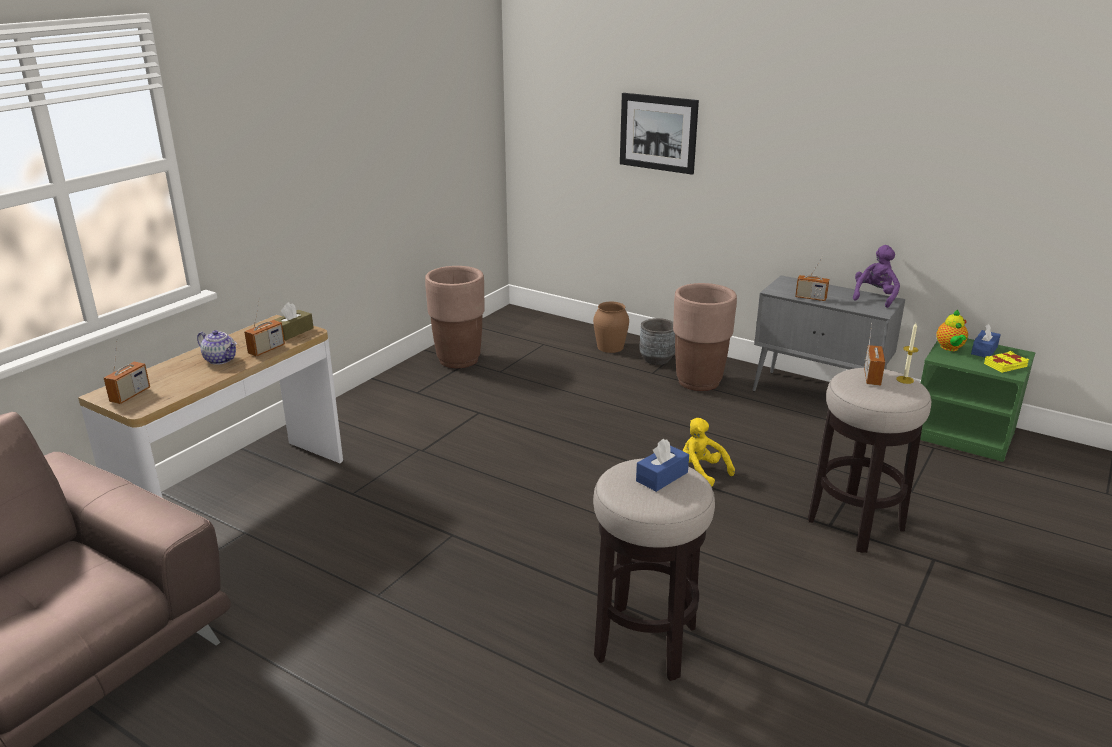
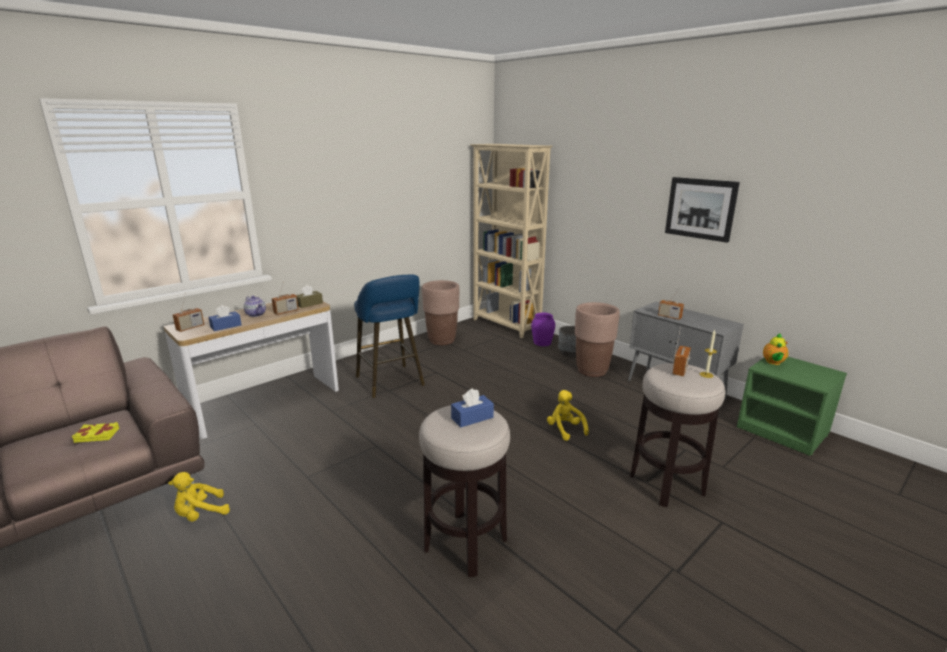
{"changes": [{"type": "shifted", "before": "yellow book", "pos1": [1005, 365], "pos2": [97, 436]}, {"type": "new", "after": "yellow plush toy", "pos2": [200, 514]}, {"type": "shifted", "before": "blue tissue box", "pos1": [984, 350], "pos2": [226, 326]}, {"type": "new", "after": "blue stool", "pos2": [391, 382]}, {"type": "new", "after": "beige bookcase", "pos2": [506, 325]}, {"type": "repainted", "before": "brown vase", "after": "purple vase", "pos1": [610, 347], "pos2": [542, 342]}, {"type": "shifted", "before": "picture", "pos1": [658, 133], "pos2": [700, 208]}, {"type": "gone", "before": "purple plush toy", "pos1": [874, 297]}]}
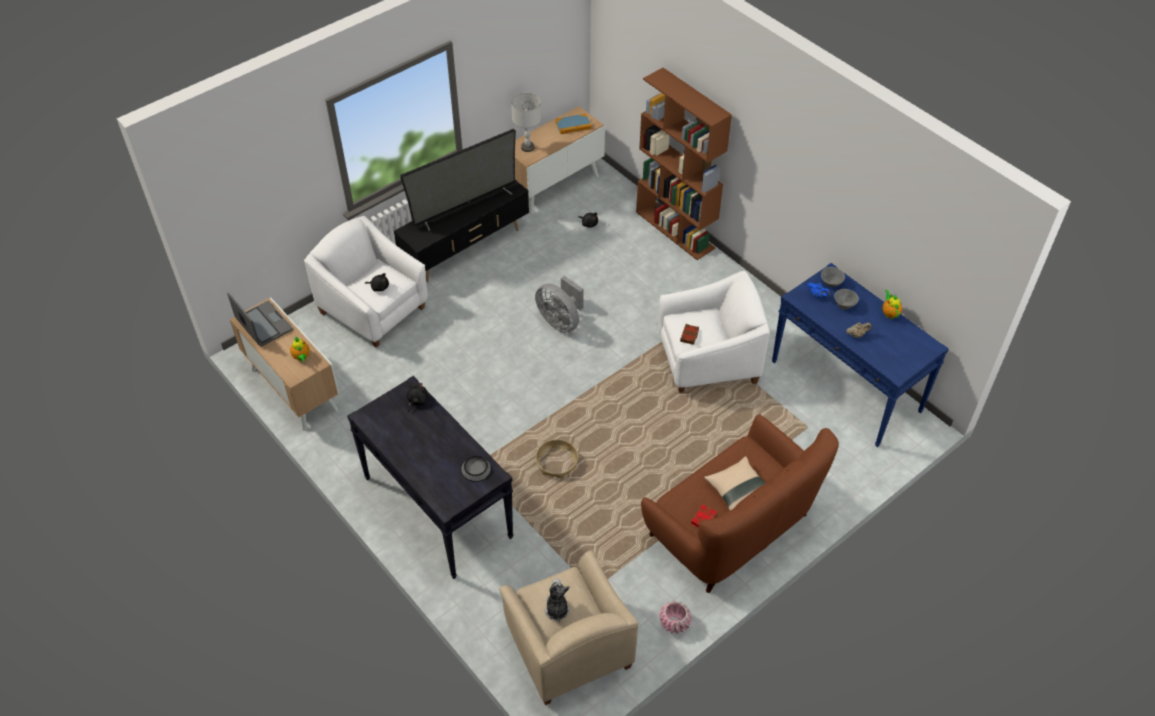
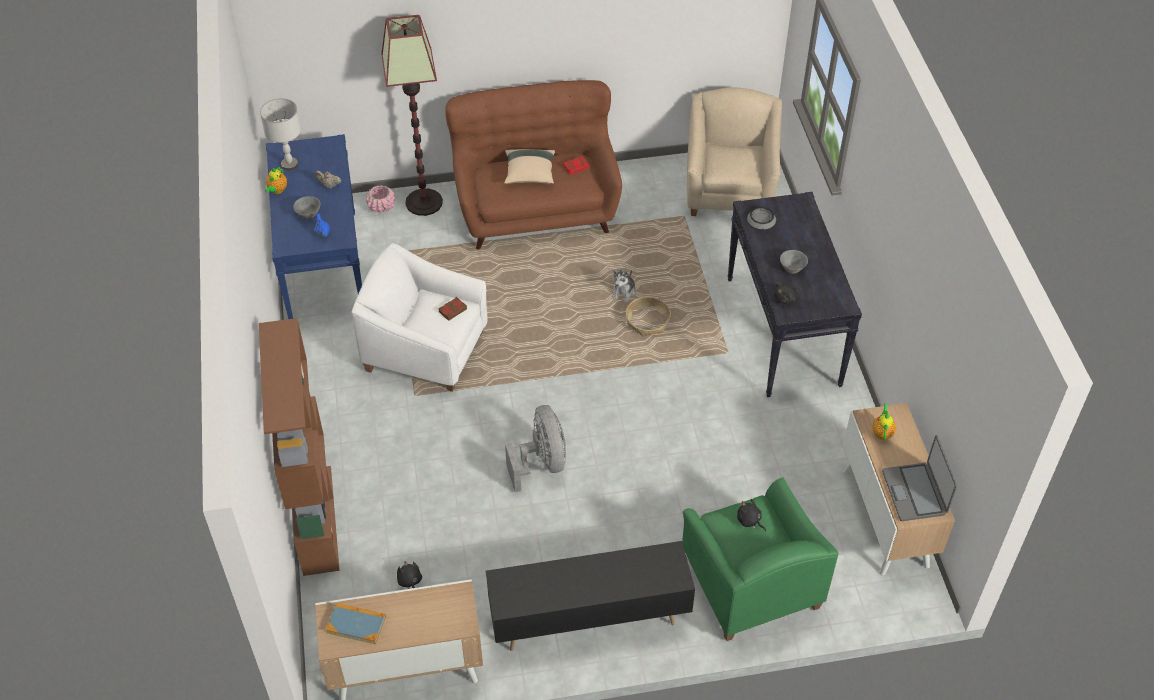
{"changes": [{"type": "shifted", "before": "grey table lamp", "pos1": [527, 147], "pos2": [289, 165]}, {"type": "shifted", "before": "pink planter", "pos1": [674, 623], "pos2": [381, 206]}, {"type": "new", "after": "floor lamp", "pos2": [424, 202]}, {"type": "shifted", "before": "plush toy", "pos1": [557, 609], "pos2": [624, 292]}, {"type": "repainted", "before": "white armchair", "after": "green armchair", "pos1": [374, 309], "pos2": [750, 582]}, {"type": "shifted", "before": "grey bowl", "pos1": [830, 283], "pos2": [793, 268]}, {"type": "gone", "before": "television", "pos1": [464, 206]}]}
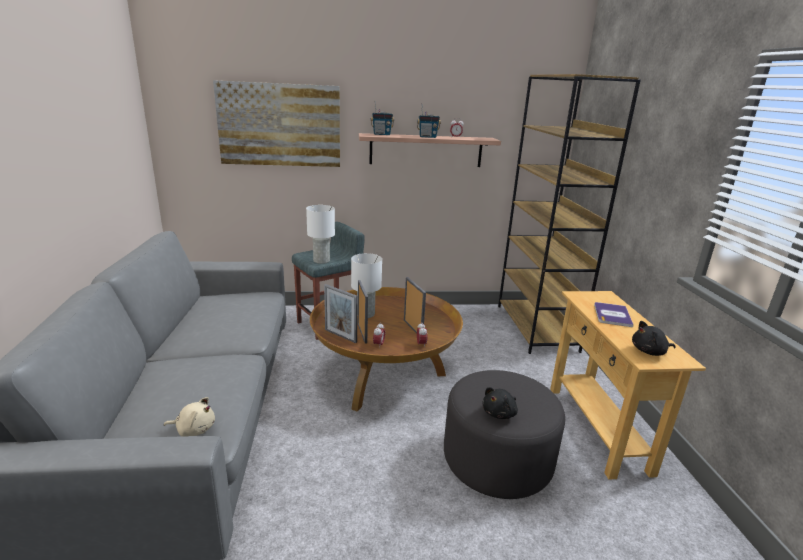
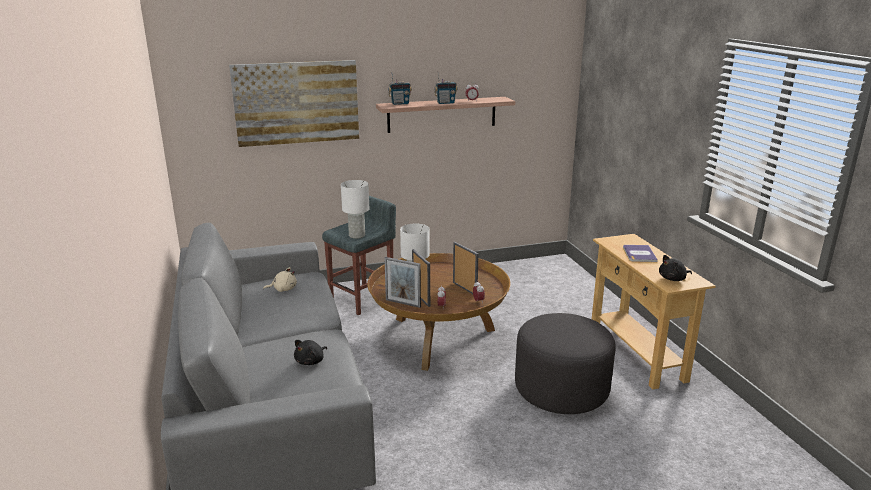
{"changes": [{"type": "shifted", "before": "beige plush toy", "pos1": [194, 429], "pos2": [283, 289]}, {"type": "shifted", "before": "black plush toy", "pos1": [500, 413], "pos2": [311, 361]}, {"type": "gone", "before": "brown bookcase", "pos1": [536, 328]}]}
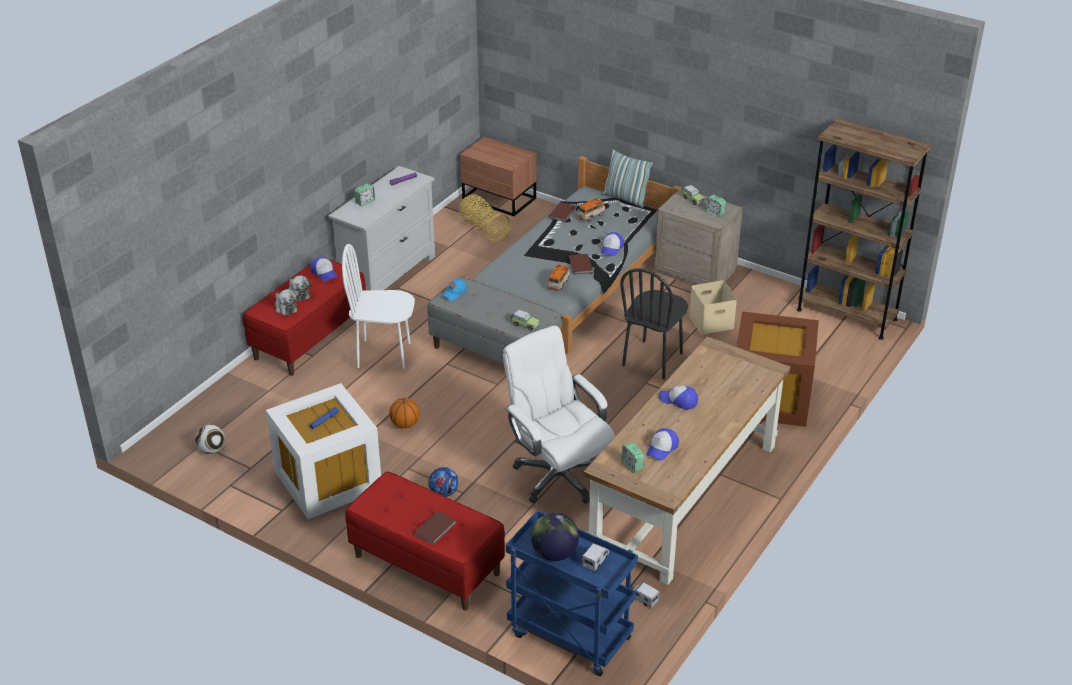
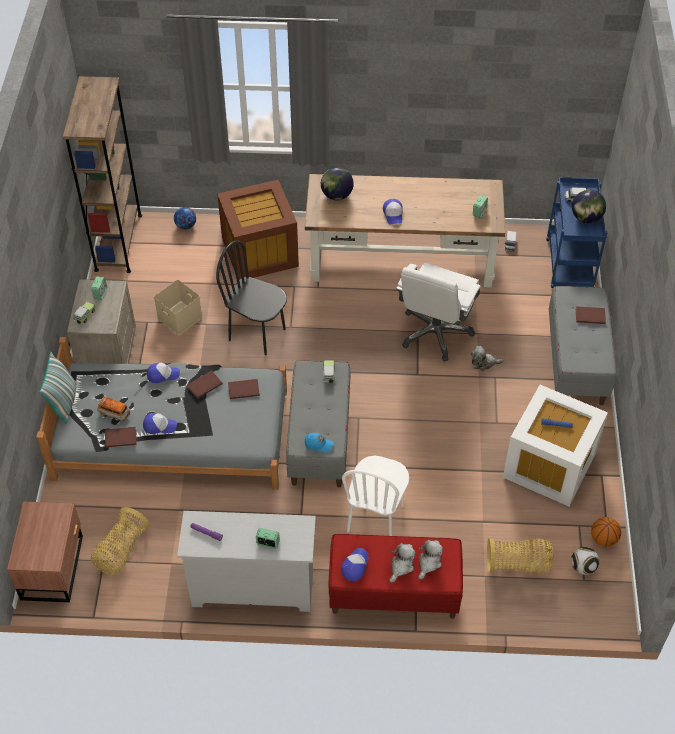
{"changes": [{"type": "shifted", "before": "cap", "pos1": [662, 448], "pos2": [159, 426]}, {"type": "shifted", "before": "football", "pos1": [444, 493], "pos2": [186, 226]}, {"type": "rotated", "before": "black chair", "pos1": [653, 359], "pos2": [257, 334], "turn": -150}, {"type": "swapped", "before": "toy car", "after": "brown book", "pos1": [558, 284], "pos2": [243, 389]}, {"type": "new", "after": "globe", "pos2": [336, 195]}, {"type": "rotated", "before": "white chair", "pos1": [384, 354], "pos2": [376, 518], "turn": 45}, {"type": "new", "after": "plush toy", "pos2": [484, 363]}, {"type": "new", "after": "basket", "pos2": [518, 564]}, {"type": "repainted", "before": "red bench", "after": "grey bench", "pos1": [426, 565], "pos2": [576, 362]}, {"type": "shifted", "before": "basketball", "pos1": [405, 424], "pos2": [603, 539]}]}
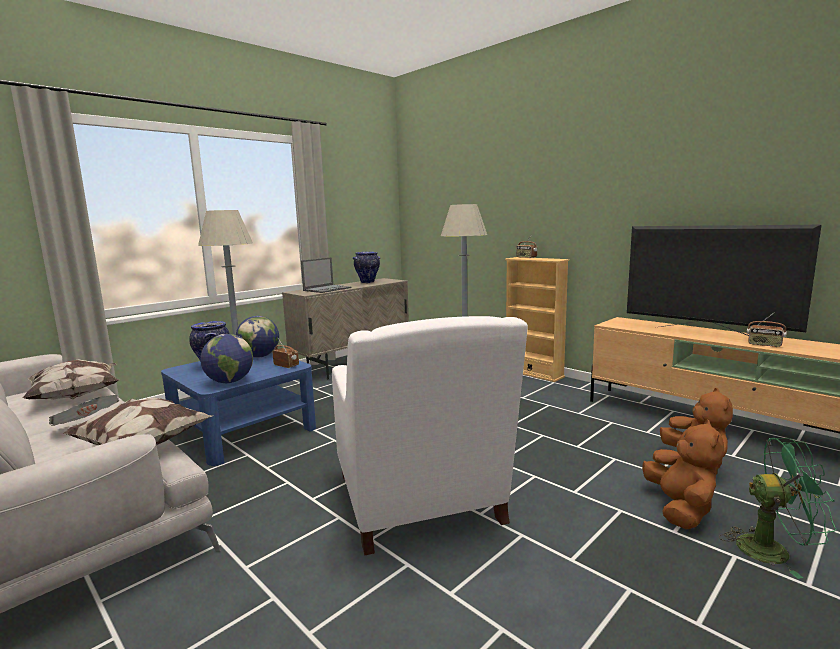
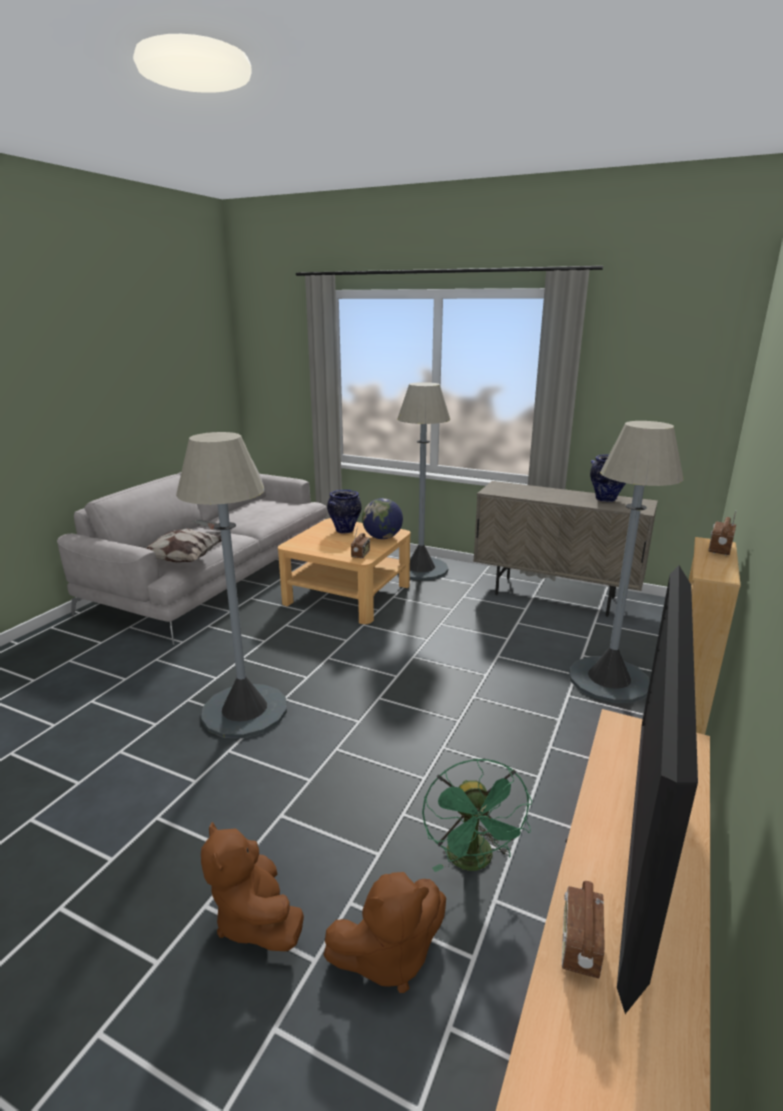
{"changes": [{"type": "swapped", "before": "white armchair", "after": "grey floor lamp", "pos1": [419, 501], "pos2": [244, 711]}, {"type": "rotated", "before": "brown plush toy", "pos1": [680, 509], "pos2": [255, 918], "turn": 75}, {"type": "repainted", "before": "blue coffee table", "after": "beige coffee table", "pos1": [242, 430], "pos2": [347, 593]}, {"type": "shifted", "before": "green fan", "pos1": [773, 550], "pos2": [474, 861]}, {"type": "gone", "before": "pillow", "pos1": [77, 395]}, {"type": "gone", "before": "globe", "pos1": [229, 382]}, {"type": "gone", "before": "laptop", "pos1": [327, 289]}]}
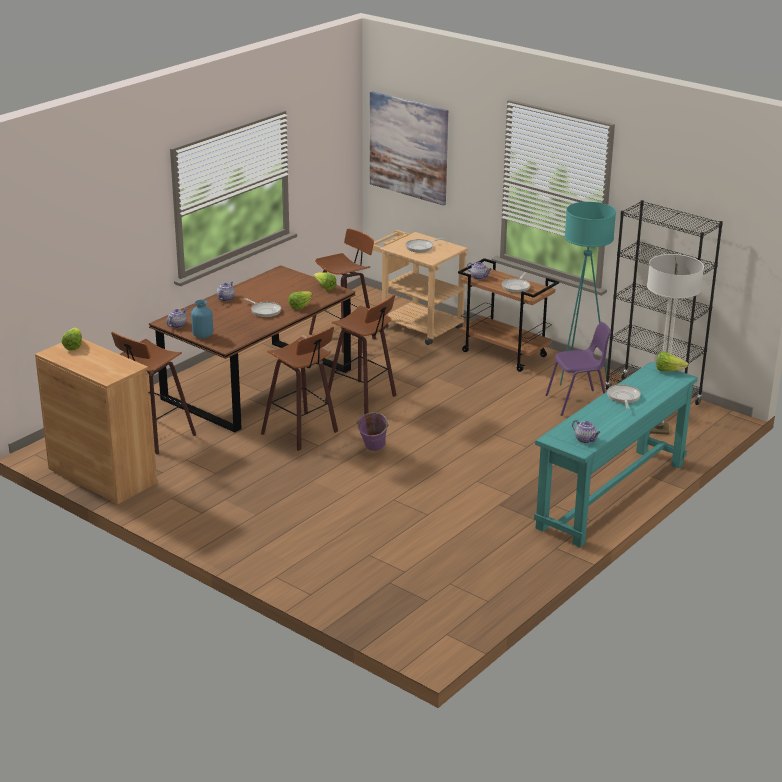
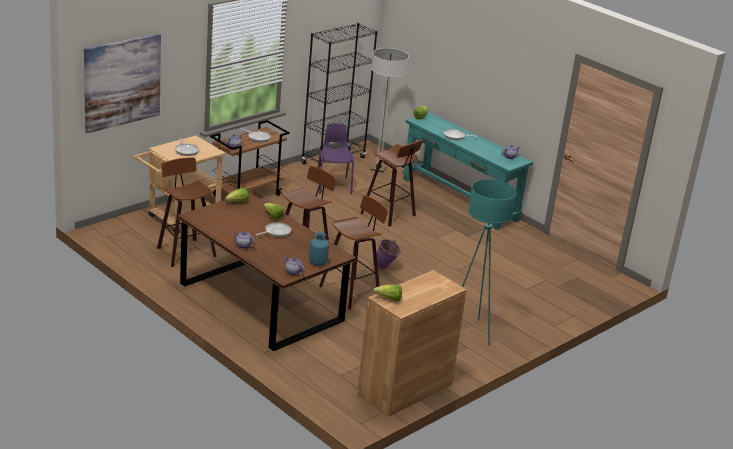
{"changes": [{"type": "shifted", "before": "stool", "pos1": [154, 437], "pos2": [390, 214]}, {"type": "shifted", "before": "turquoise floor lamp", "pos1": [578, 376], "pos2": [471, 332]}]}
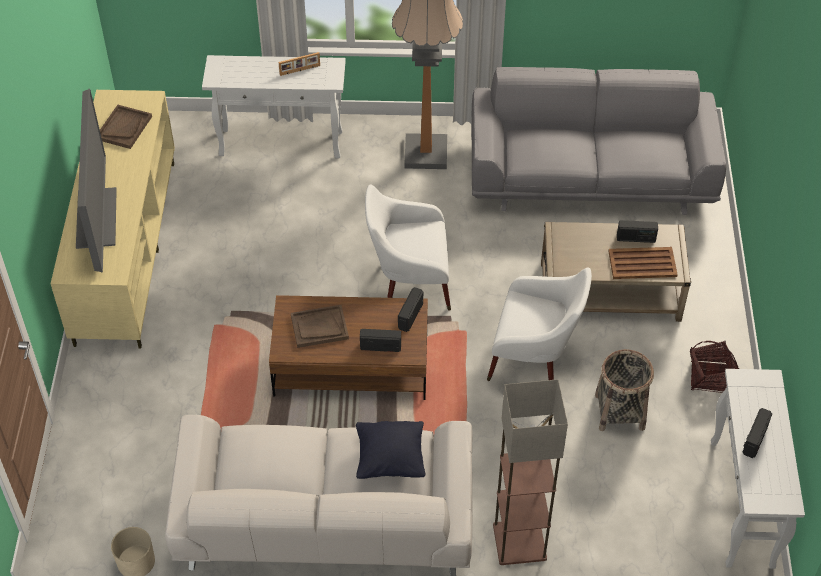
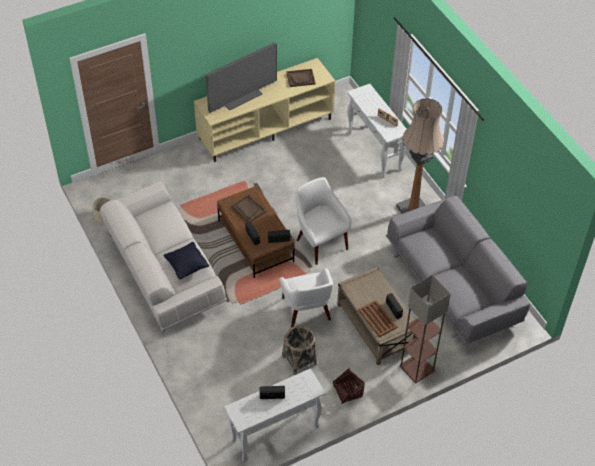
{"changes": [{"type": "shifted", "before": "floor lamp", "pos1": [519, 543], "pos2": [416, 368]}]}
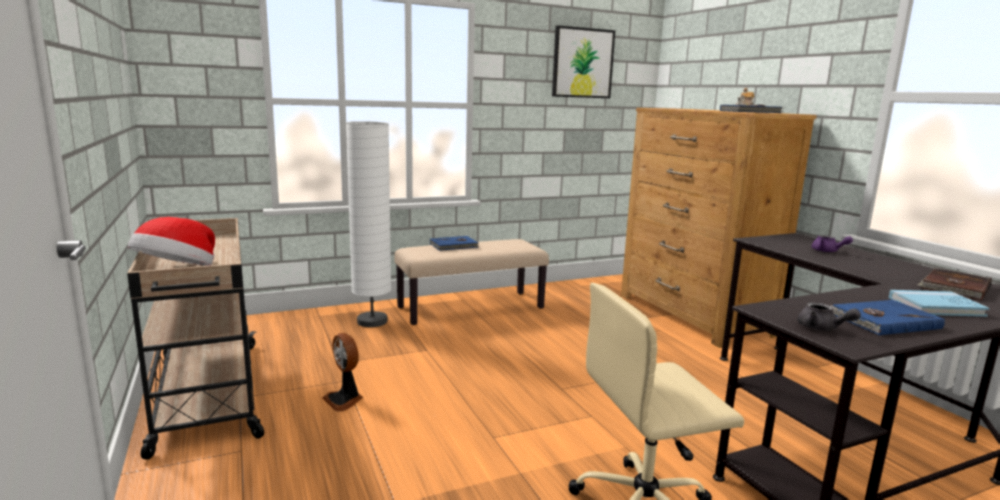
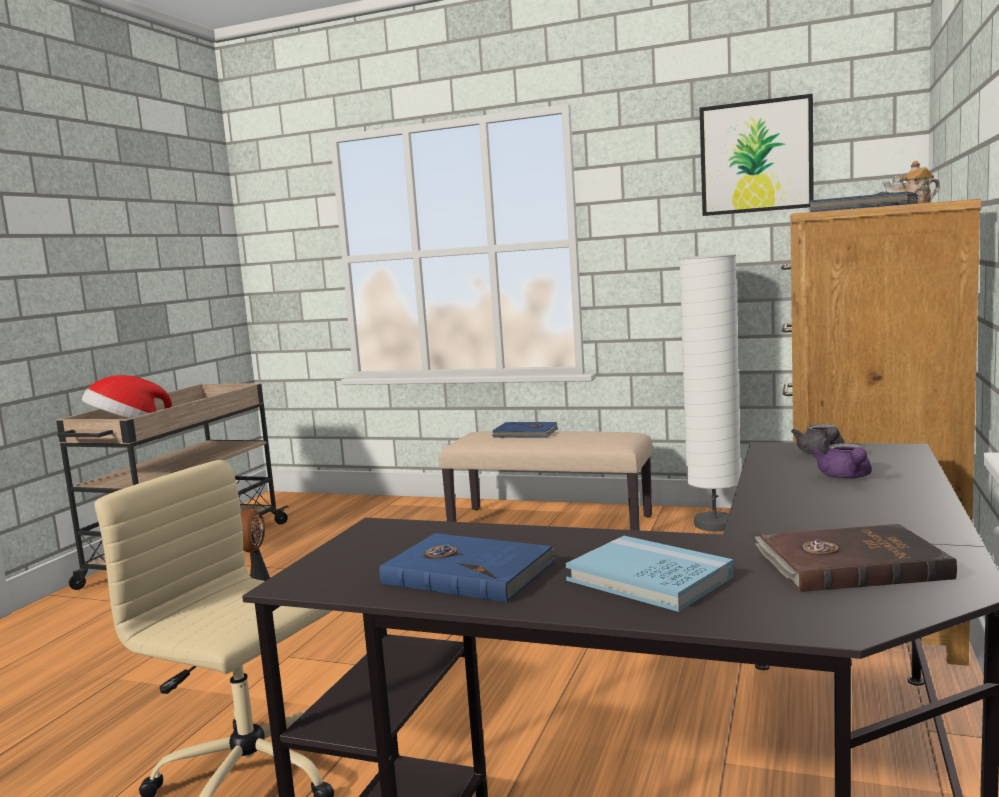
{"changes": [{"type": "shifted", "before": "white floor lamp", "pos1": [372, 321], "pos2": [714, 524]}, {"type": "shifted", "before": "grey teapot", "pos1": [822, 328], "pos2": [822, 454]}]}
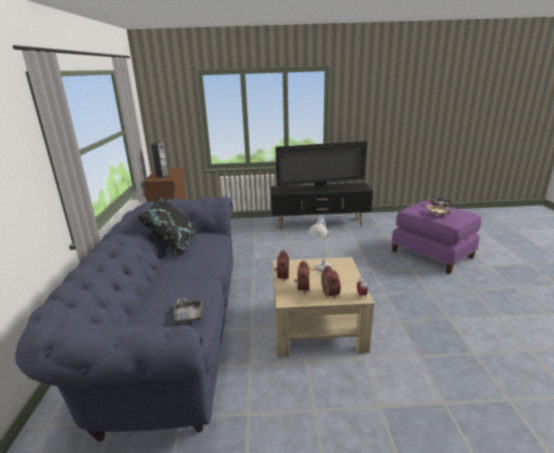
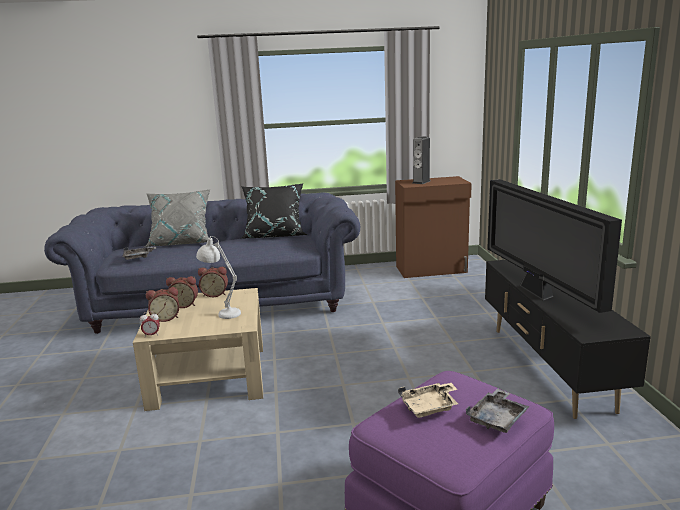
{"changes": [{"type": "new", "after": "grey pillow", "pos2": [181, 242]}]}
